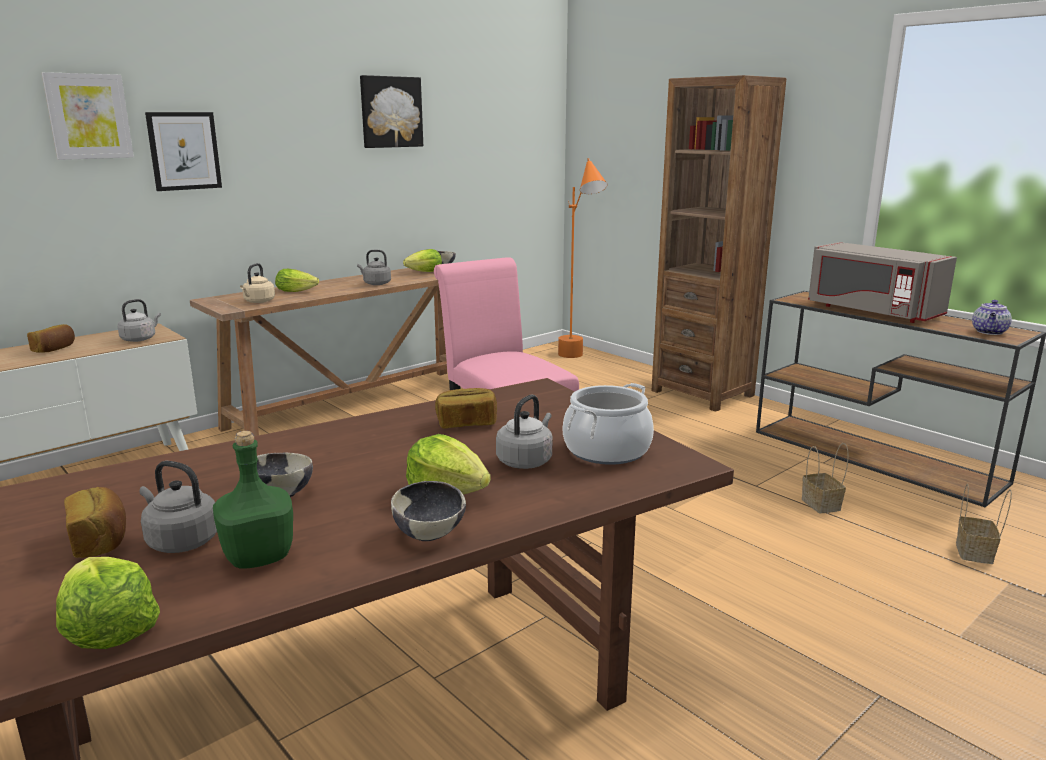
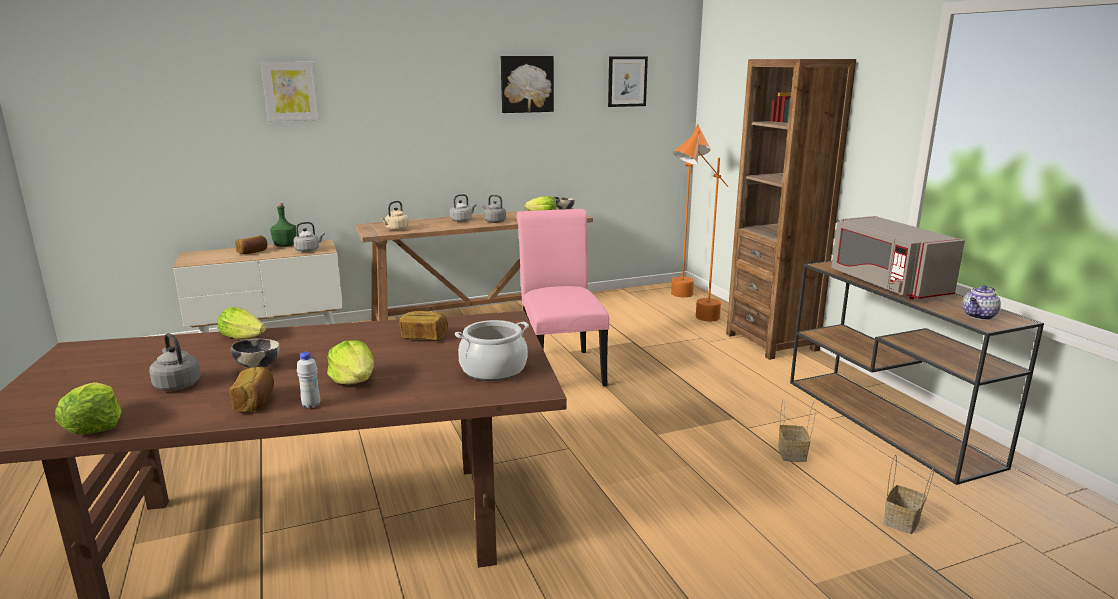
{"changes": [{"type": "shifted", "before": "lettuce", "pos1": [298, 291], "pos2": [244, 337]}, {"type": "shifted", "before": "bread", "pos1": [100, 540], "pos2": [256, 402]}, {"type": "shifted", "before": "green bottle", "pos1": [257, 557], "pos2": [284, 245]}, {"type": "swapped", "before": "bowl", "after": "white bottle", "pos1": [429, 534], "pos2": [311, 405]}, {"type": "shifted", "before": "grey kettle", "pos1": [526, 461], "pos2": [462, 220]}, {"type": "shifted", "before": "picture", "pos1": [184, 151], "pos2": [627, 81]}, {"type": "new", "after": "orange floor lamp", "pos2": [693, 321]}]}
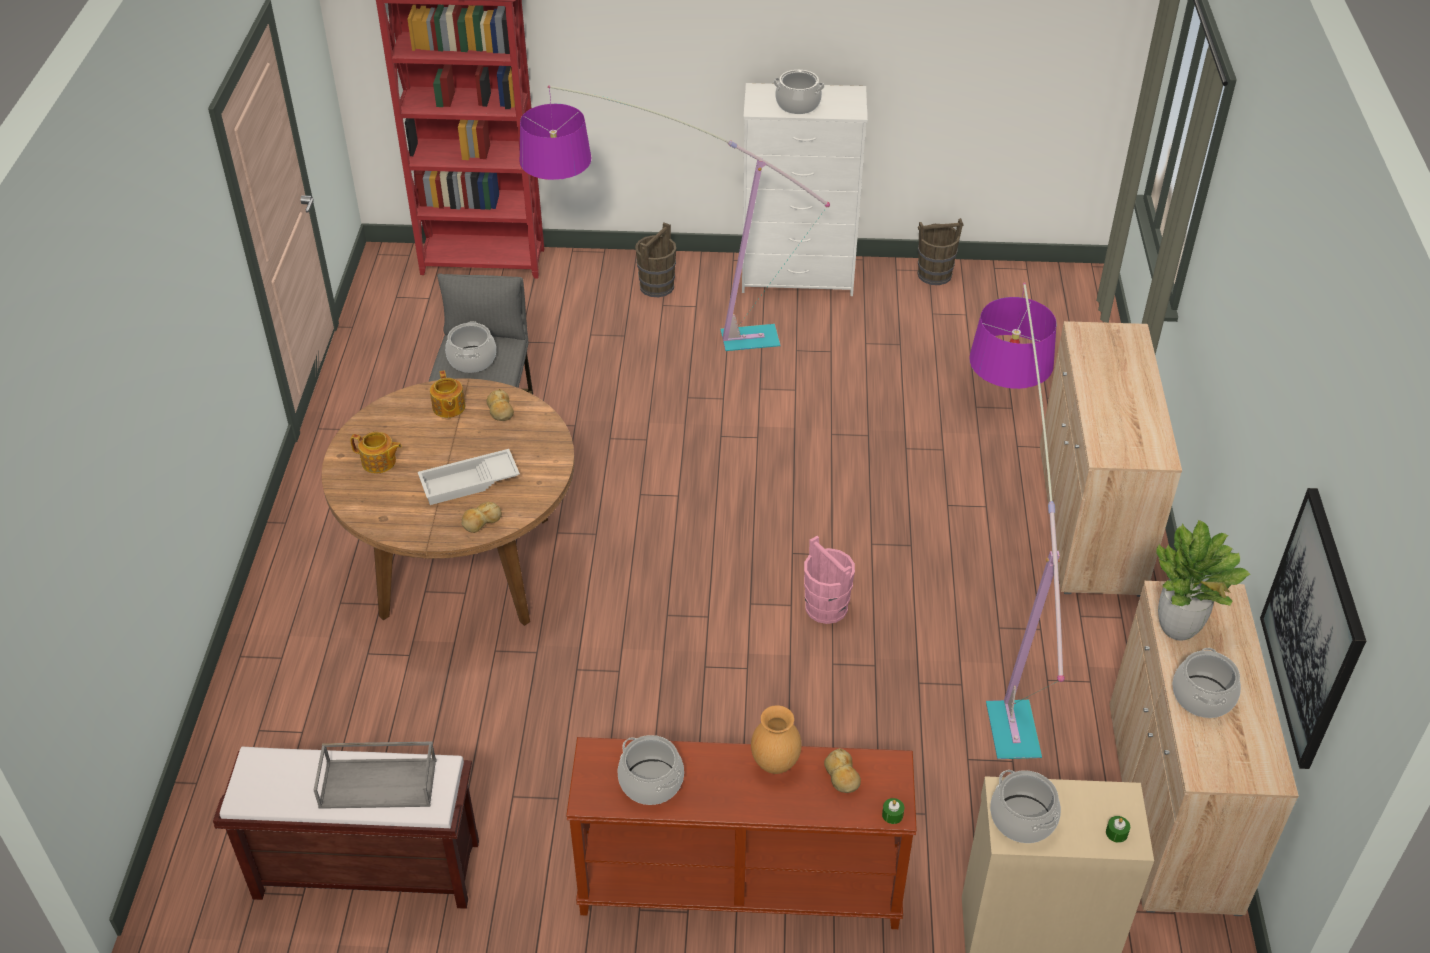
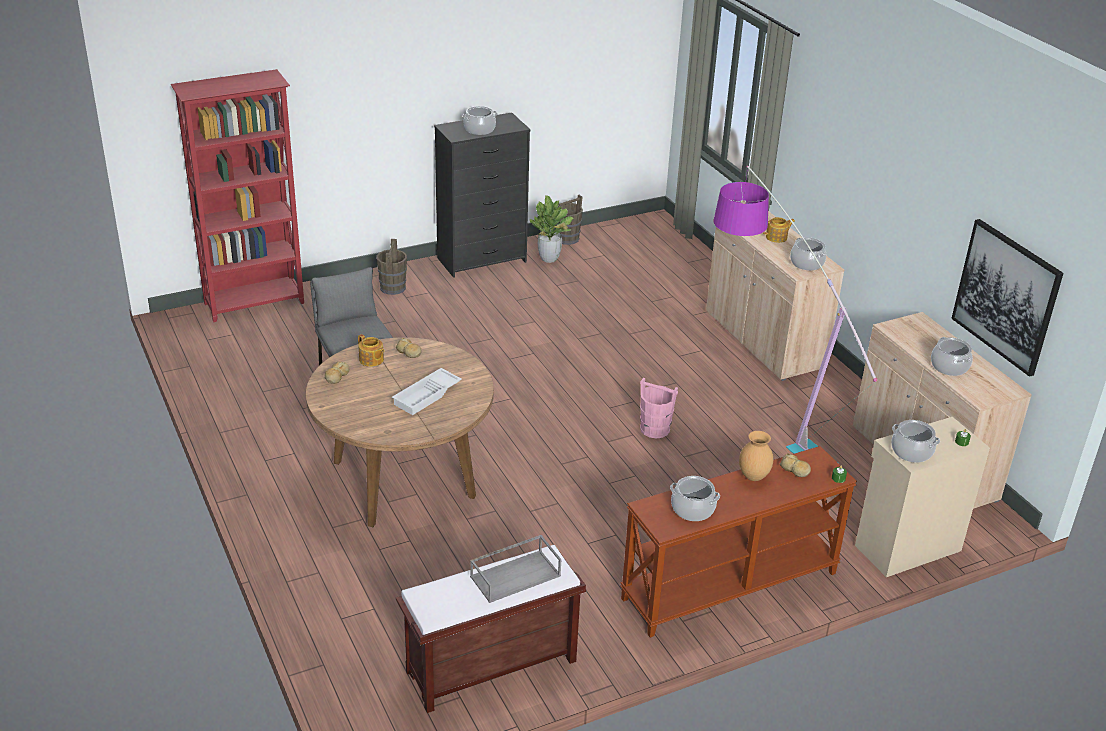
{"changes": [{"type": "shifted", "before": "bread", "pos1": [481, 521], "pos2": [336, 376]}, {"type": "repainted", "before": "white dresser", "after": "black dresser", "pos1": [798, 276], "pos2": [482, 260]}, {"type": "shifted", "before": "potted plant", "pos1": [1178, 628], "pos2": [549, 258]}, {"type": "shifted", "before": "teapot", "pos1": [379, 462], "pos2": [777, 237]}, {"type": "shifted", "before": "cooking pot", "pos1": [472, 360], "pos2": [807, 263]}, {"type": "gone", "before": "floor lamp", "pos1": [651, 346]}]}
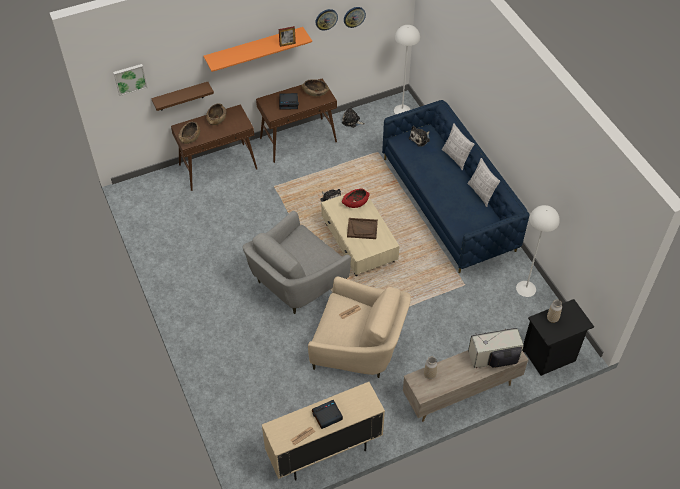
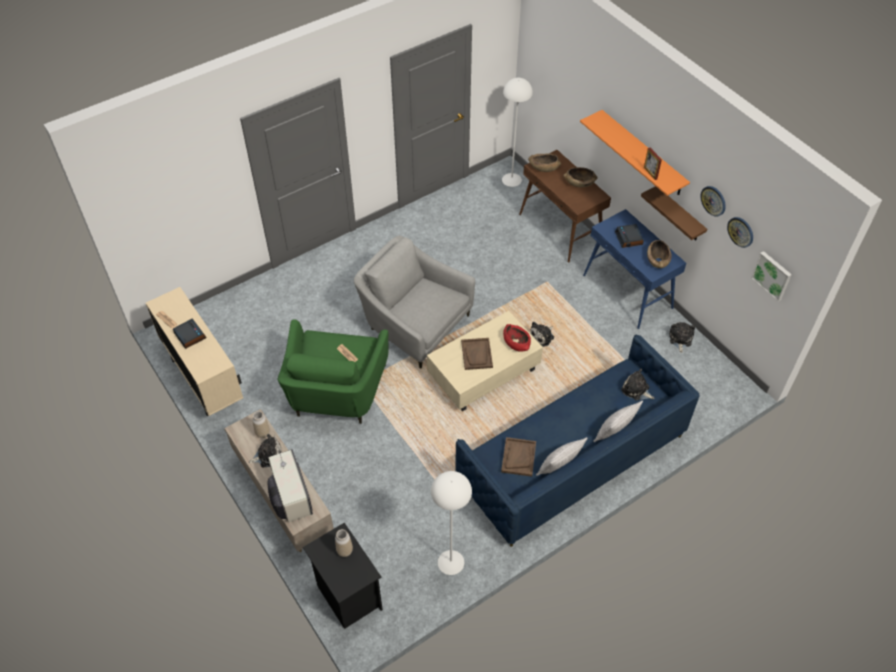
{"changes": [{"type": "new", "after": "plush toy", "pos2": [268, 455]}, {"type": "repainted", "before": "beige armchair", "after": "green armchair", "pos1": [359, 347], "pos2": [336, 392]}, {"type": "new", "after": "brown tray", "pos2": [518, 457]}, {"type": "shifted", "before": "white floor lamp", "pos1": [402, 110], "pos2": [512, 179]}, {"type": "repainted", "before": "brown console table", "after": "blue console table", "pos1": [298, 140], "pos2": [628, 292]}, {"type": "shifted", "before": "brown shelf", "pos1": [181, 96], "pos2": [679, 215]}, {"type": "shifted", "before": "picture", "pos1": [130, 79], "pos2": [772, 275]}]}
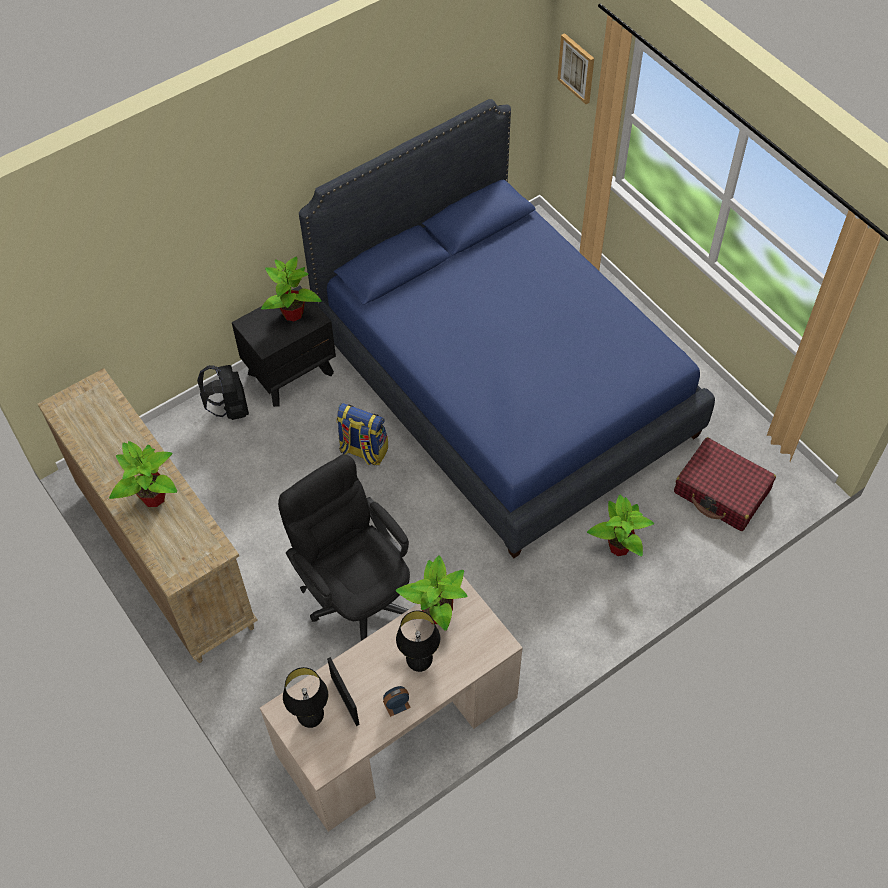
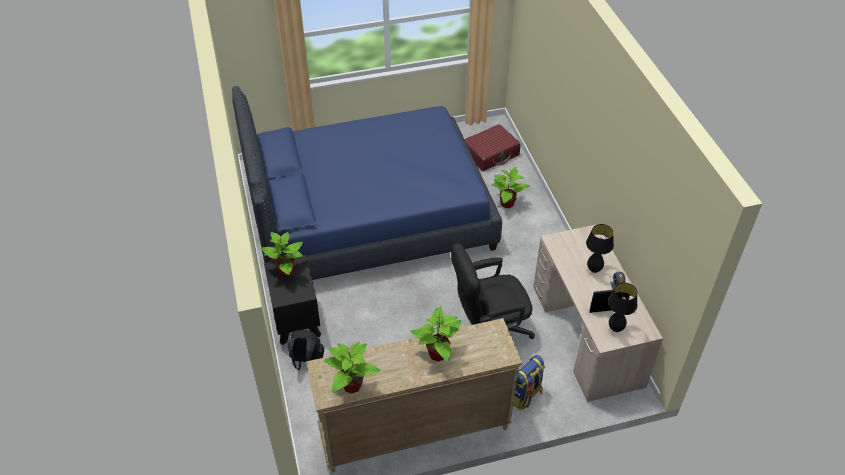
{"changes": [{"type": "shifted", "before": "potted plant", "pos1": [437, 613], "pos2": [351, 385]}, {"type": "shifted", "before": "backpack", "pos1": [363, 450], "pos2": [524, 396]}, {"type": "gone", "before": "picture", "pos1": [577, 68]}]}
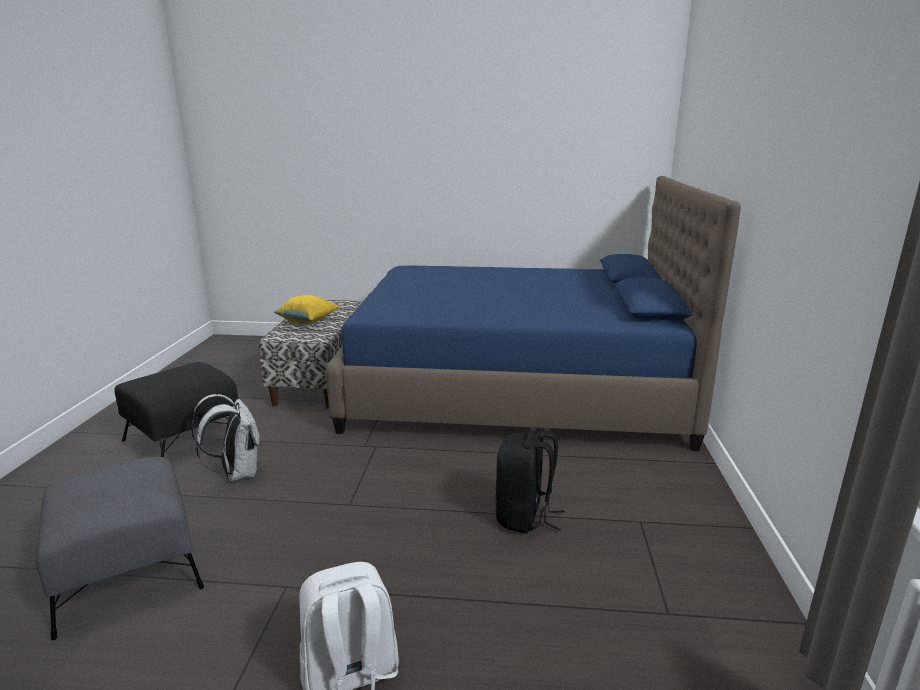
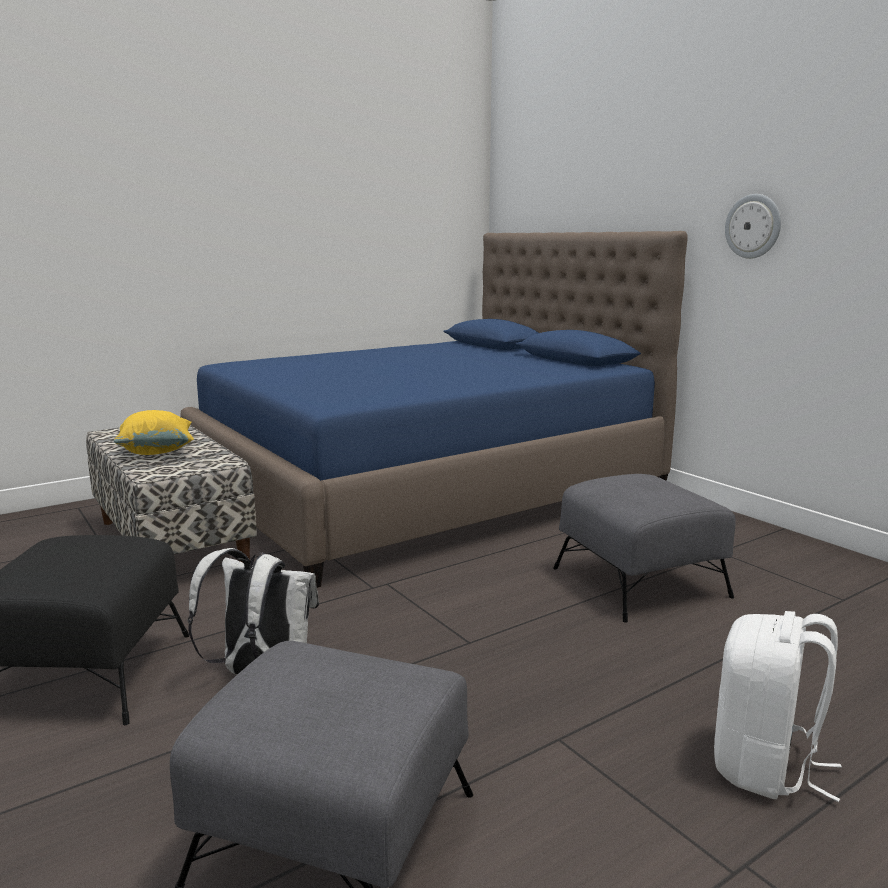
{"changes": [{"type": "swapped", "before": "black backpack", "after": "grey ottoman", "pos1": [524, 516], "pos2": [639, 583]}, {"type": "new", "after": "wall clock", "pos2": [753, 226]}]}
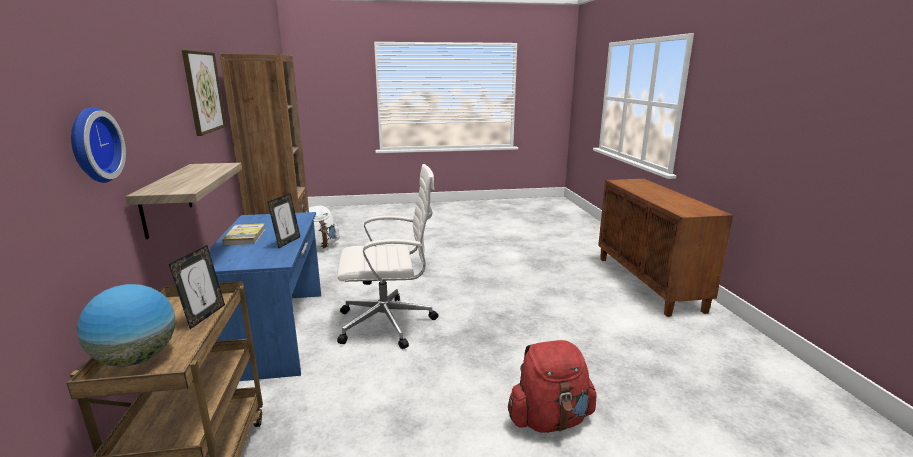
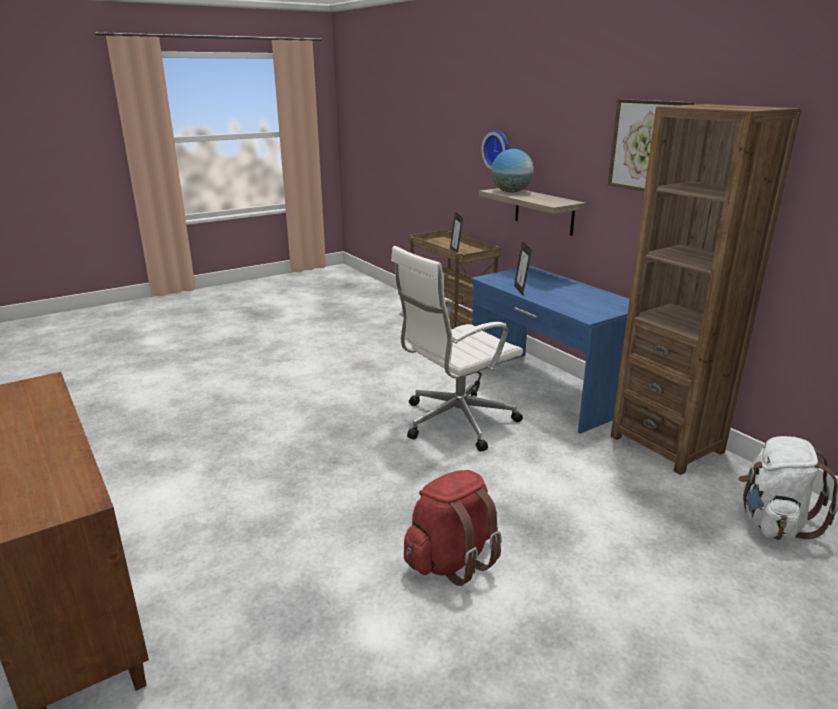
{"changes": [{"type": "shifted", "before": "red backpack", "pos1": [550, 419], "pos2": [451, 560]}, {"type": "shifted", "before": "globe", "pos1": [137, 359], "pos2": [511, 192]}, {"type": "gone", "before": "book", "pos1": [245, 236]}]}
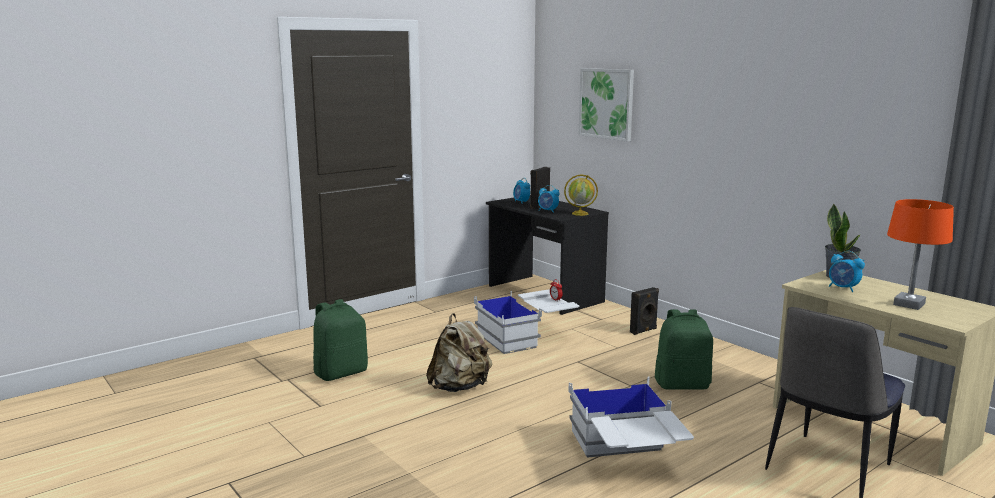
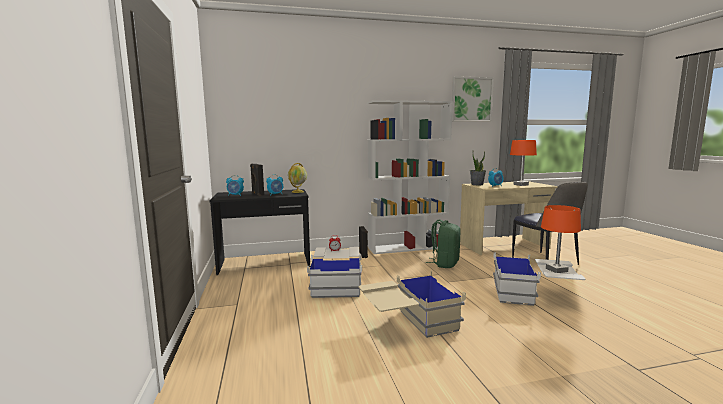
{"changes": [{"type": "swapped", "before": "beige backpack", "after": "beige storage box", "pos1": [460, 387], "pos2": [408, 324]}, {"type": "new", "after": "white bookcase", "pos2": [408, 247]}, {"type": "shifted", "before": "picture", "pos1": [606, 103], "pos2": [471, 99]}, {"type": "new", "after": "orange table lamp", "pos2": [556, 270]}, {"type": "gone", "before": "green backpack", "pos1": [341, 373]}]}
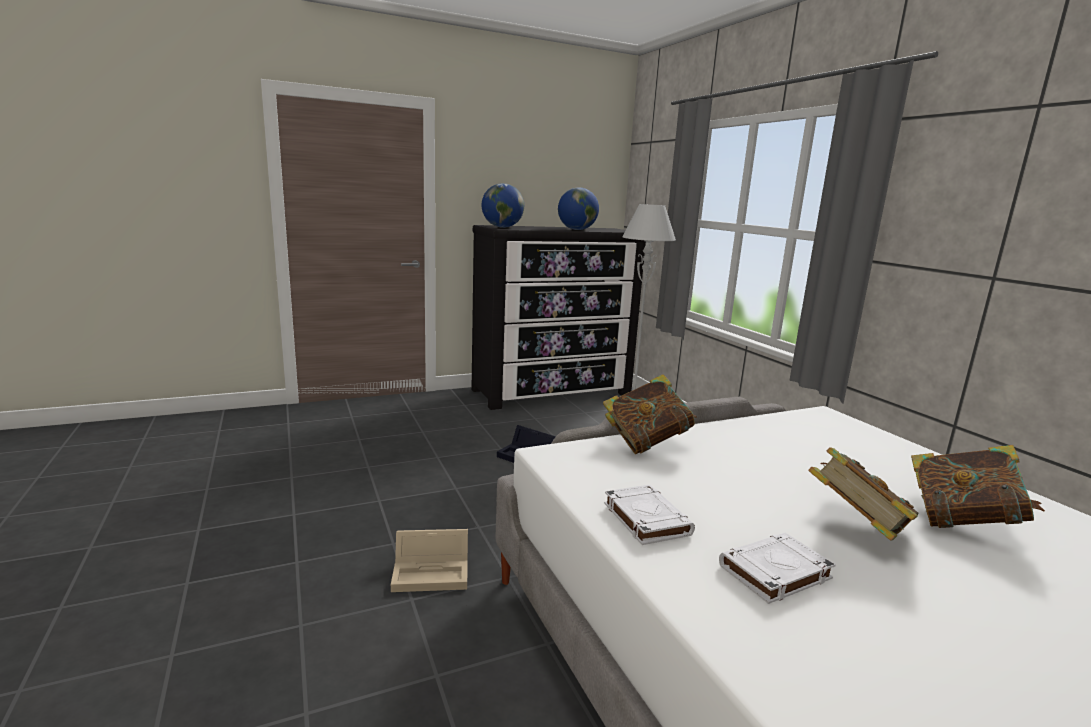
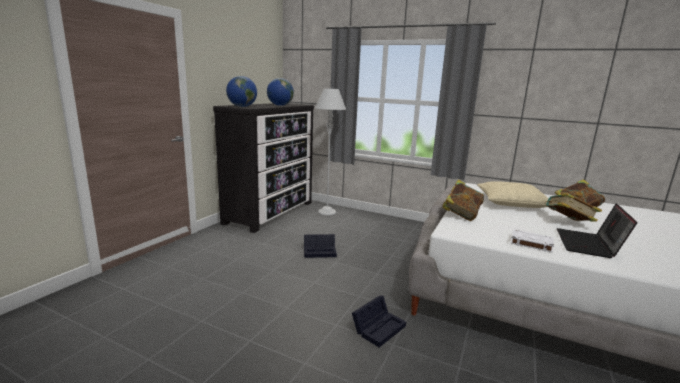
{"changes": [{"type": "repainted", "before": "beige storage box", "after": "black storage box", "pos1": [433, 572], "pos2": [379, 327]}, {"type": "new", "after": "beige pillow", "pos2": [511, 203]}, {"type": "swapped", "before": "white book", "after": "laptop", "pos1": [774, 573], "pos2": [589, 245]}]}
